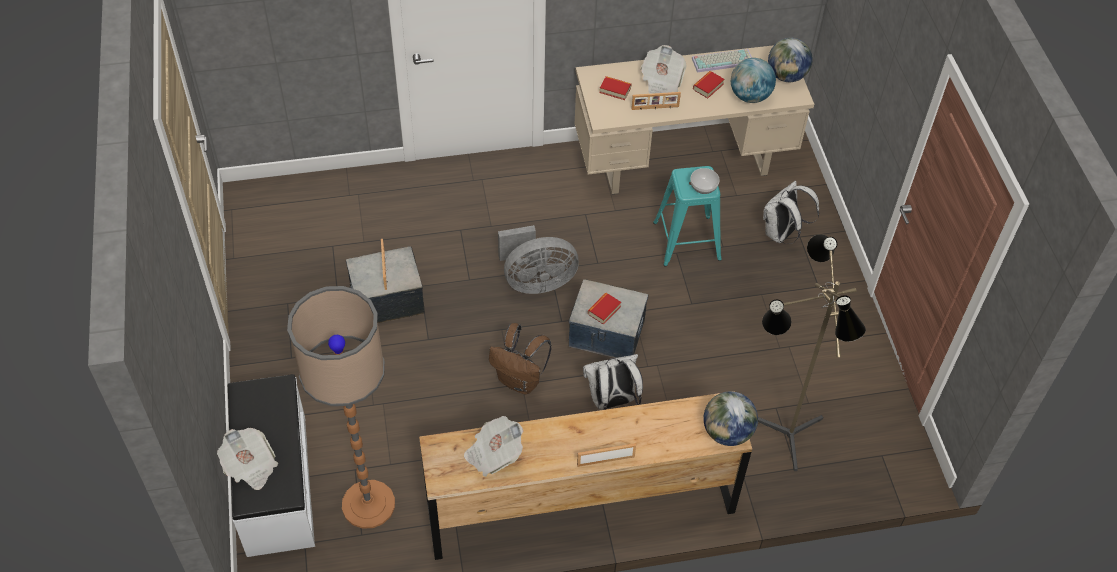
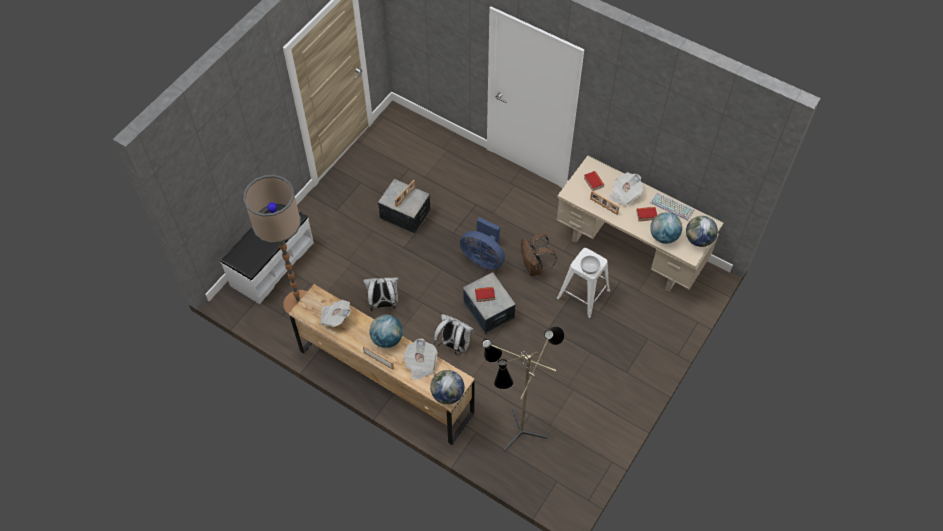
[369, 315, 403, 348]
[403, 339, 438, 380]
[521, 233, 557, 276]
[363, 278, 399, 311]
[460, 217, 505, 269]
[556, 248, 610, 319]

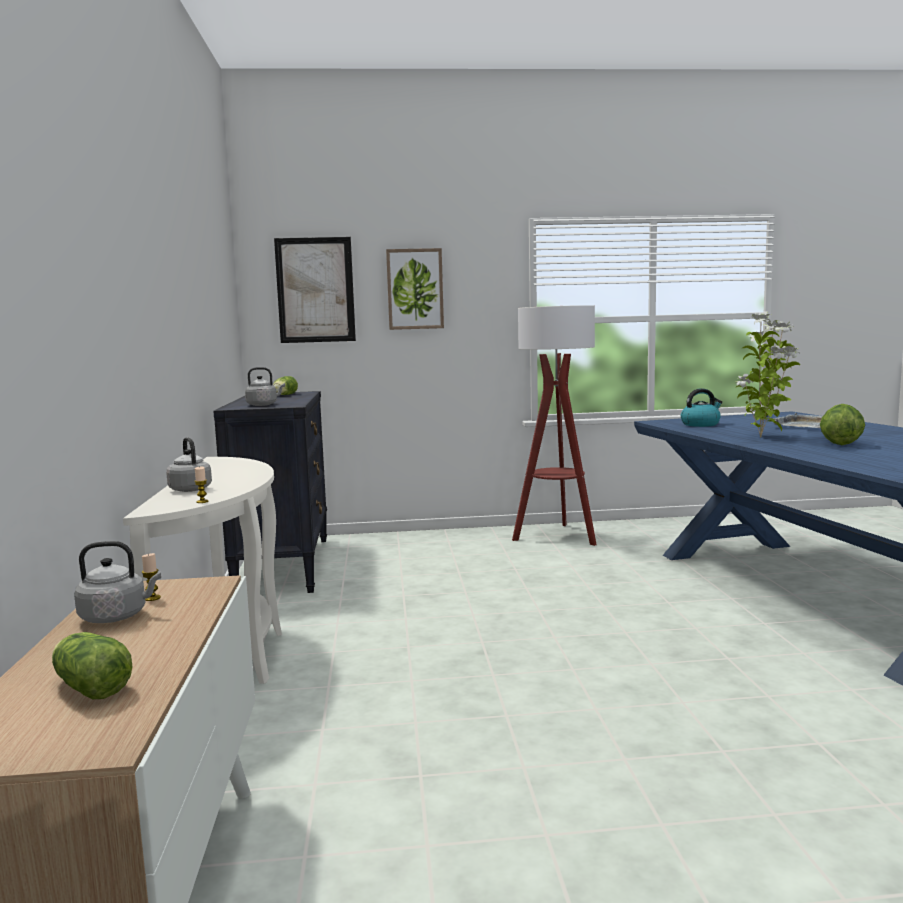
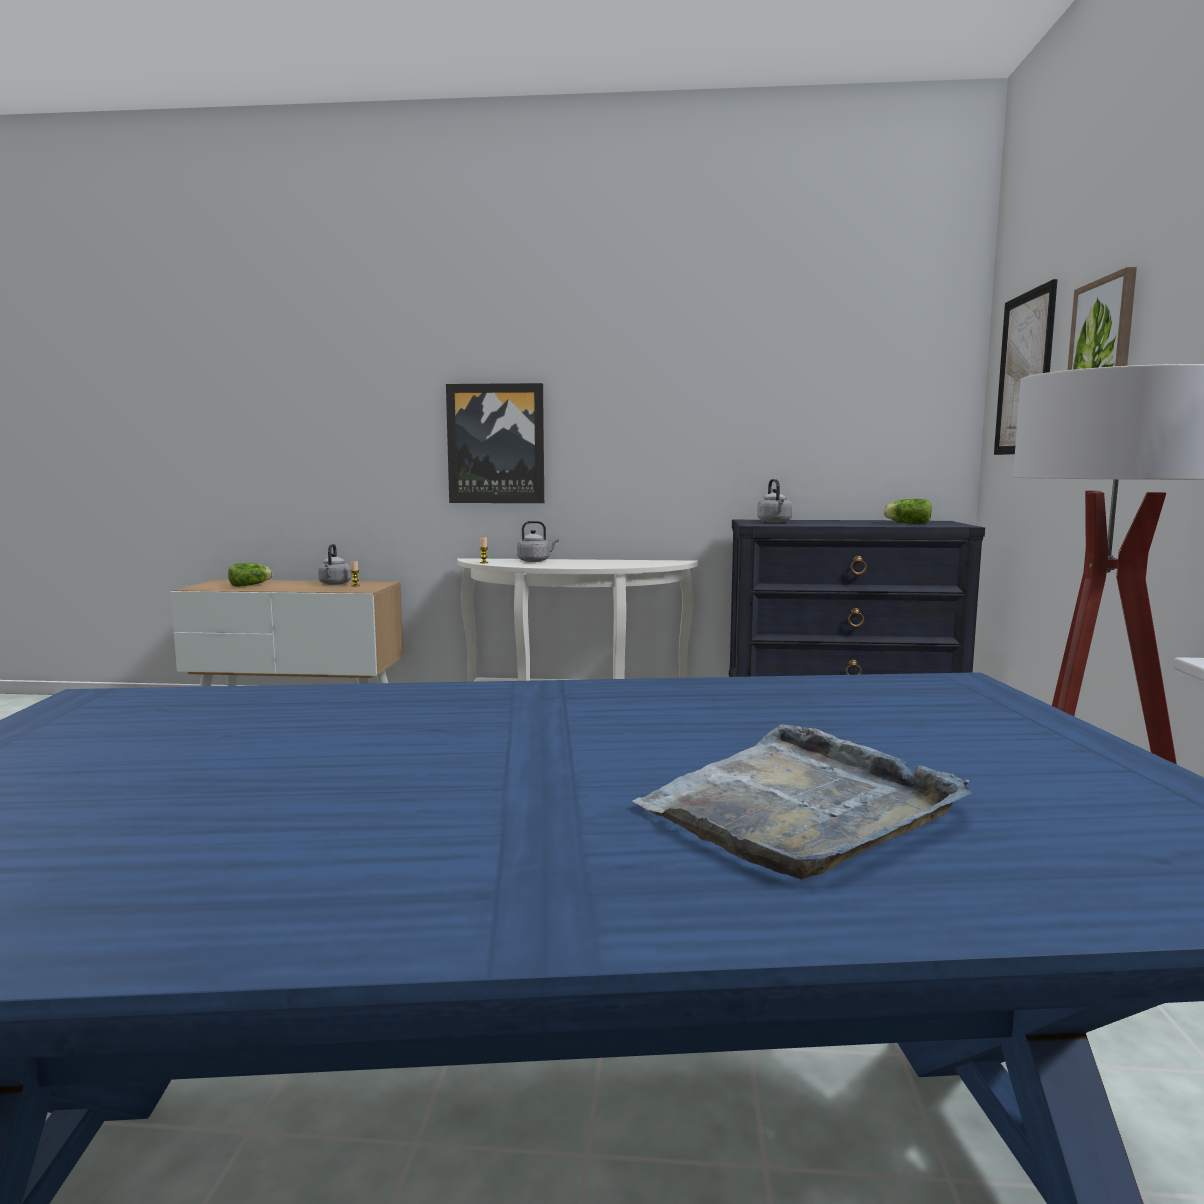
[681, 388, 722, 427] (first image)
[735, 311, 800, 437] (first image)
[820, 404, 865, 445] (first image)
[446, 383, 544, 503]

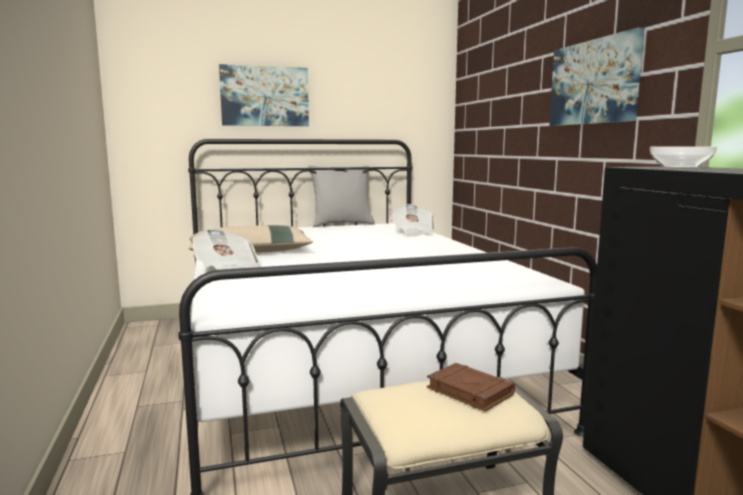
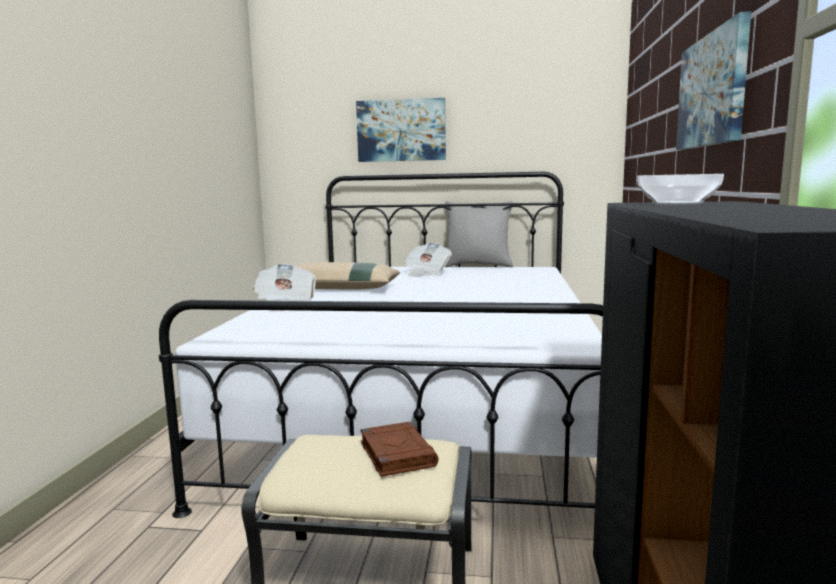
[405, 243, 452, 277]

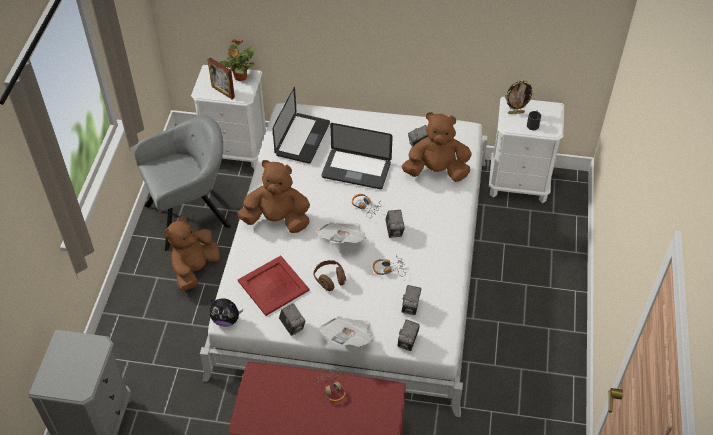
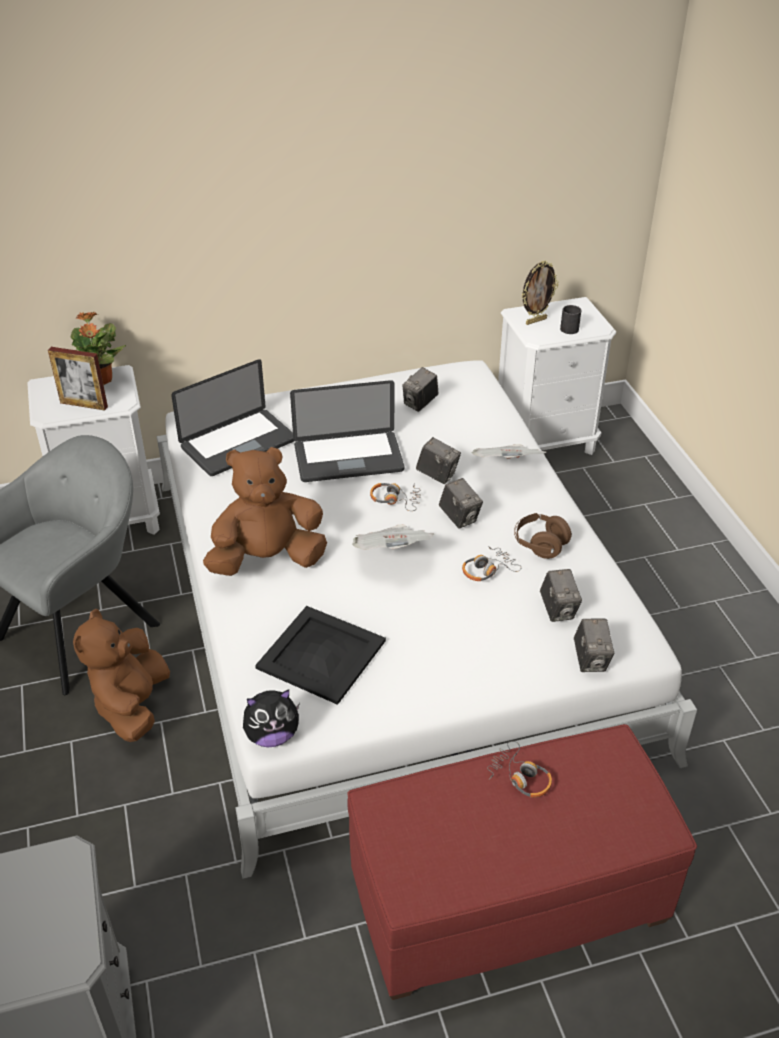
[402, 112, 472, 182] (first image)
[416, 437, 461, 484]
[514, 513, 572, 559]
[472, 444, 545, 459]
[255, 606, 386, 705]
[171, 359, 294, 476]

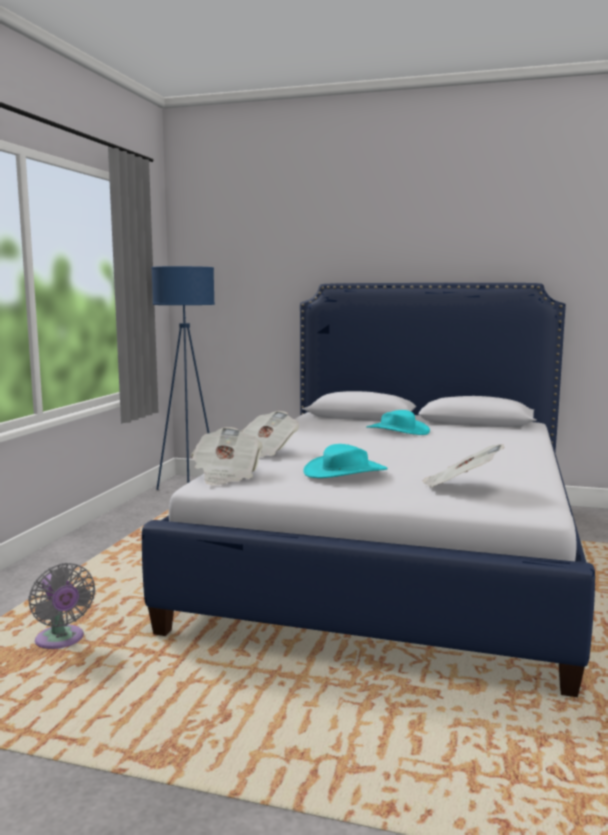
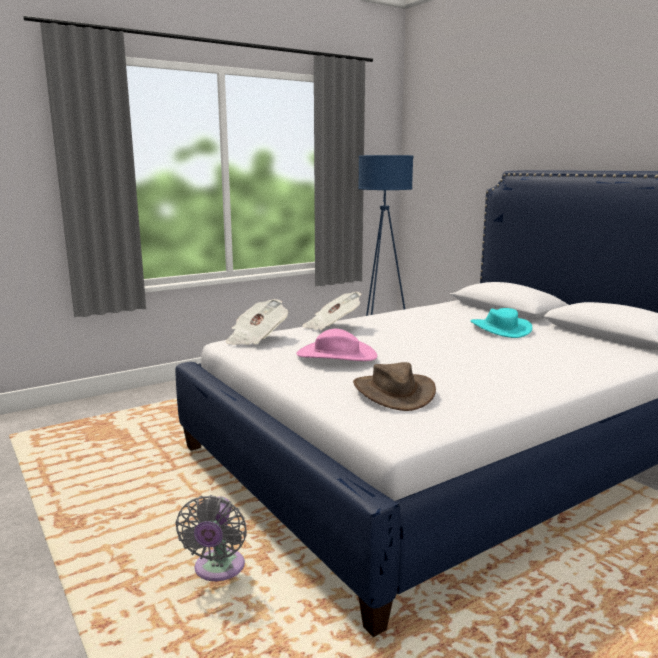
[175, 495, 247, 581]
[353, 362, 436, 411]
[296, 329, 377, 361]

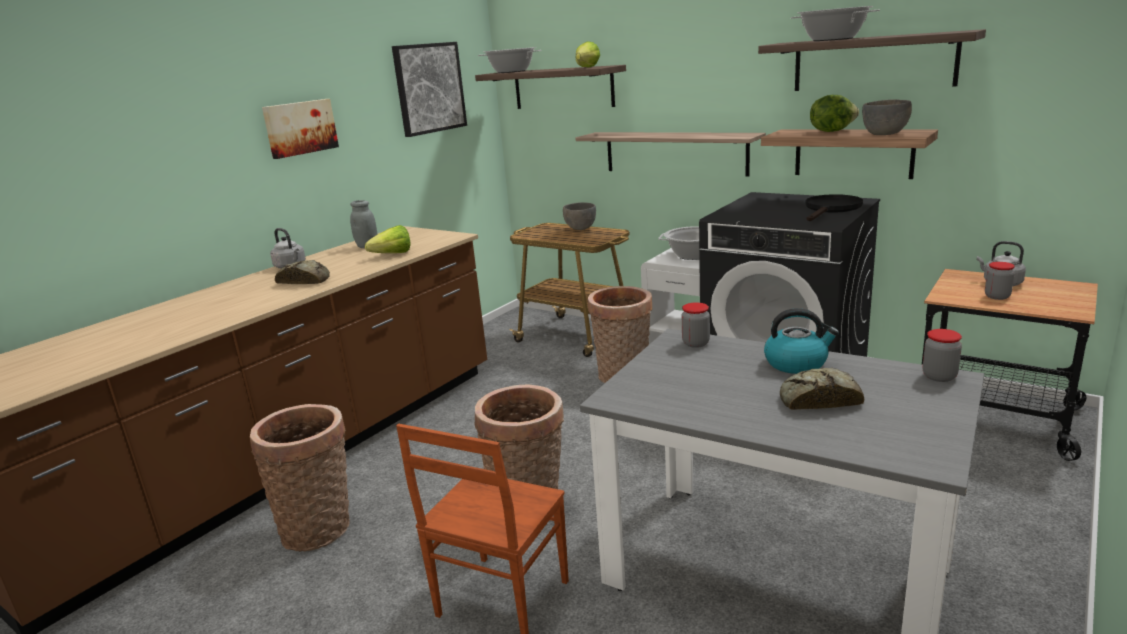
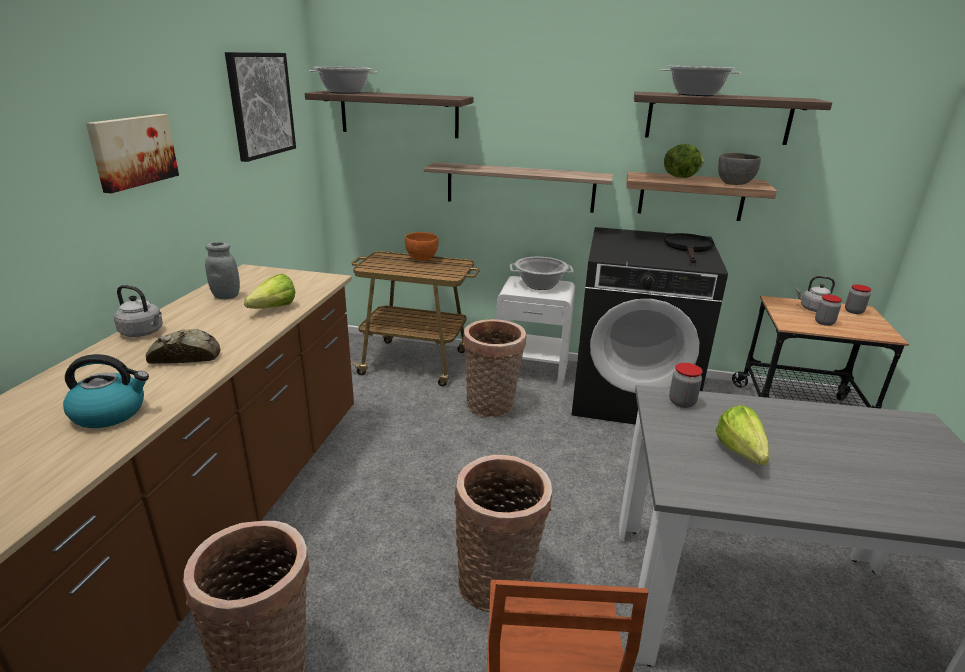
[780, 367, 864, 410] (first image)
[715, 405, 769, 465]
[63, 354, 149, 428]
[845, 285, 872, 314]
[405, 232, 439, 261]

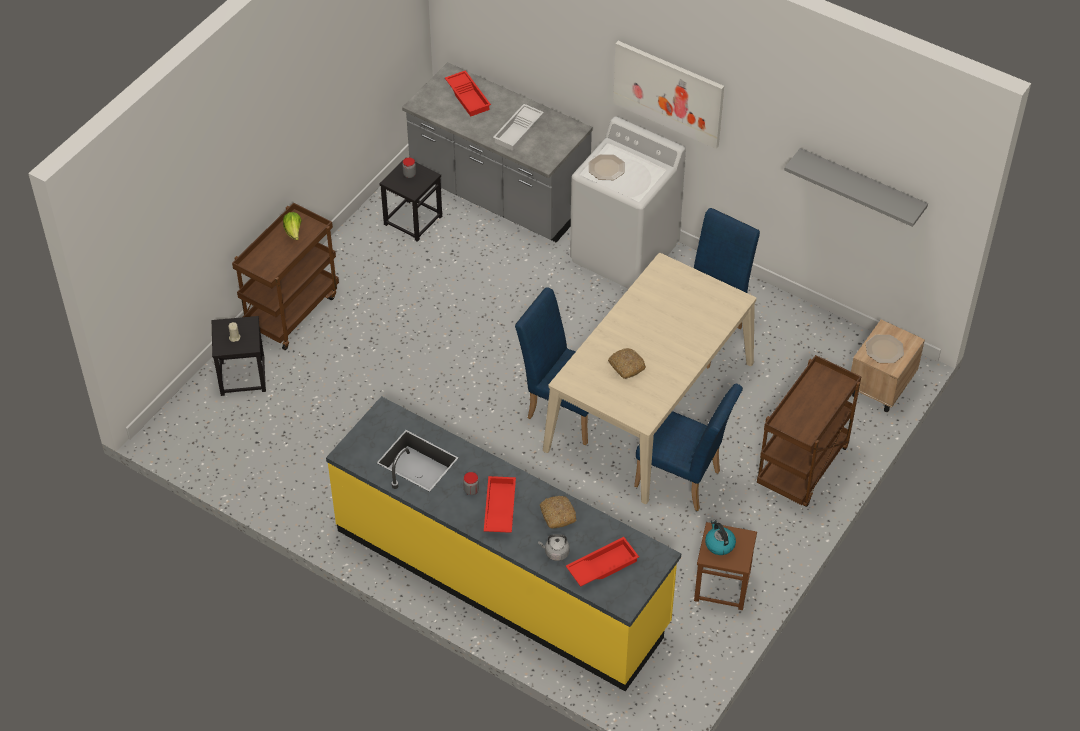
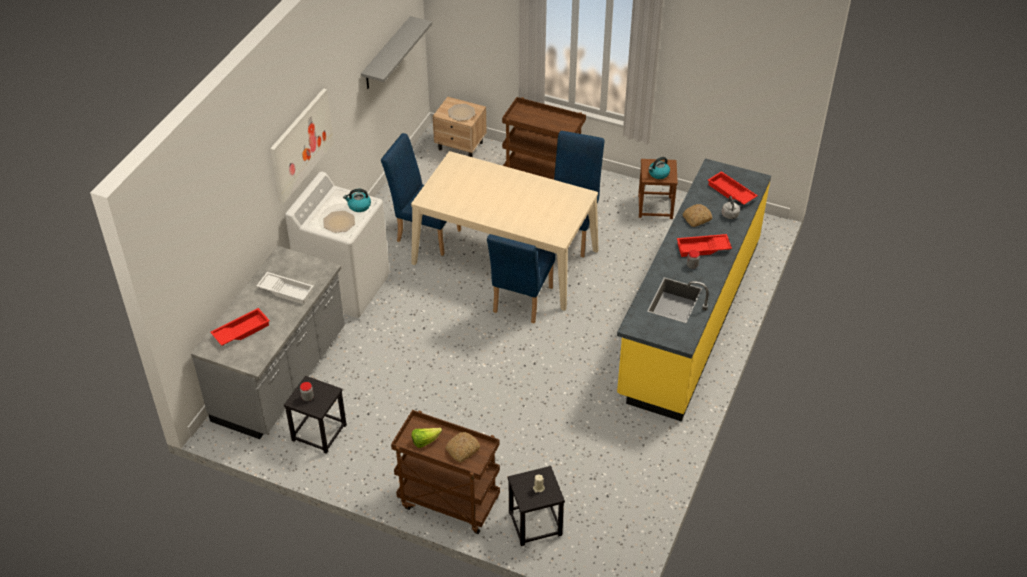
[343, 189, 371, 212]
[445, 432, 480, 463]

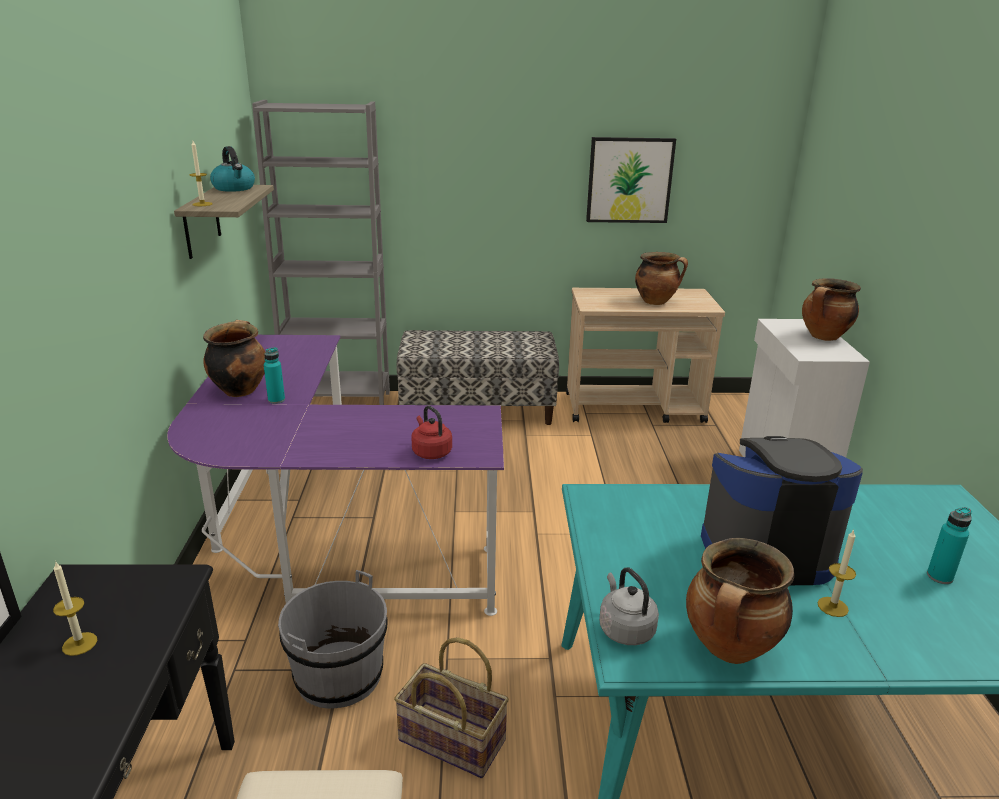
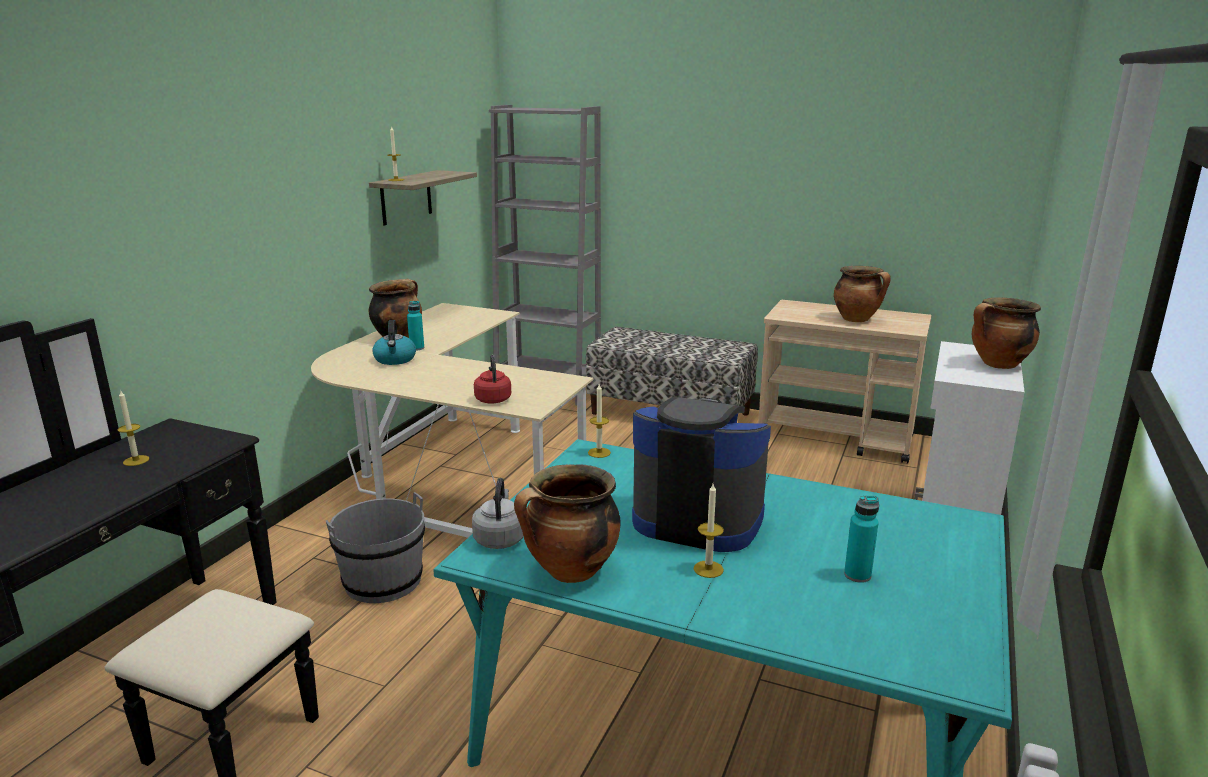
[394, 637, 509, 778] (first image)
[586, 137, 676, 223] (first image)
[588, 384, 611, 458]
[372, 320, 416, 365]
[311, 303, 593, 538]

